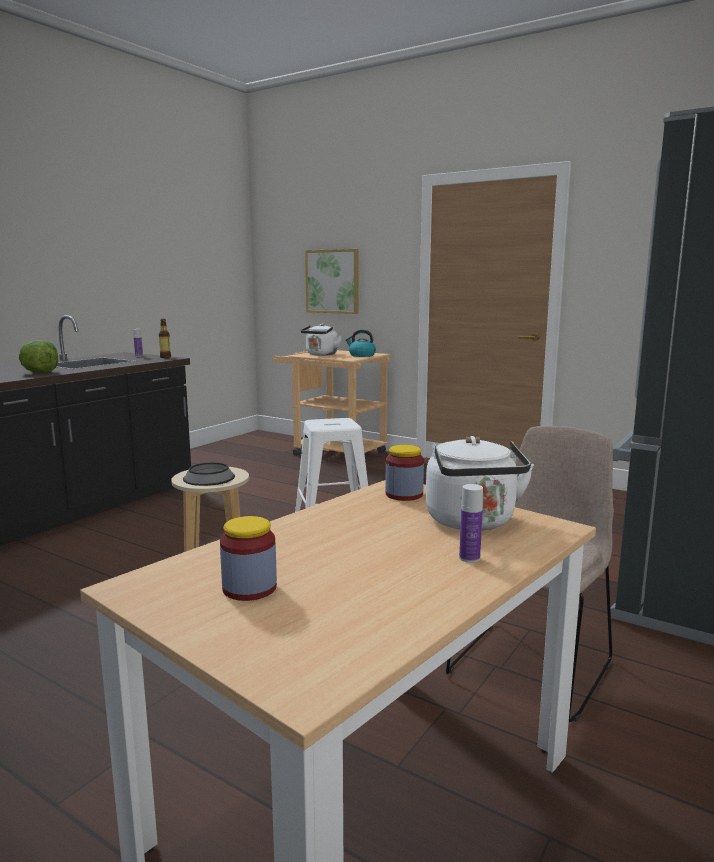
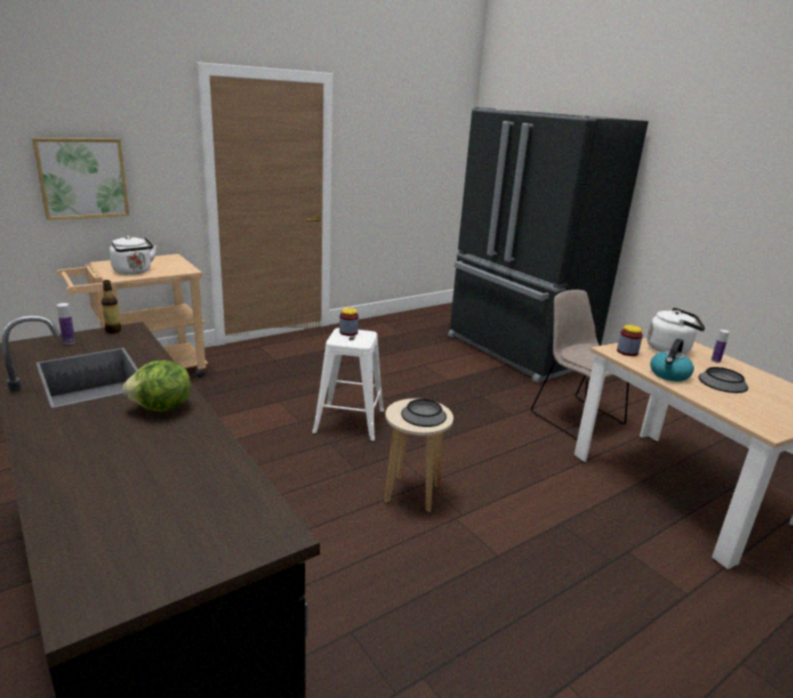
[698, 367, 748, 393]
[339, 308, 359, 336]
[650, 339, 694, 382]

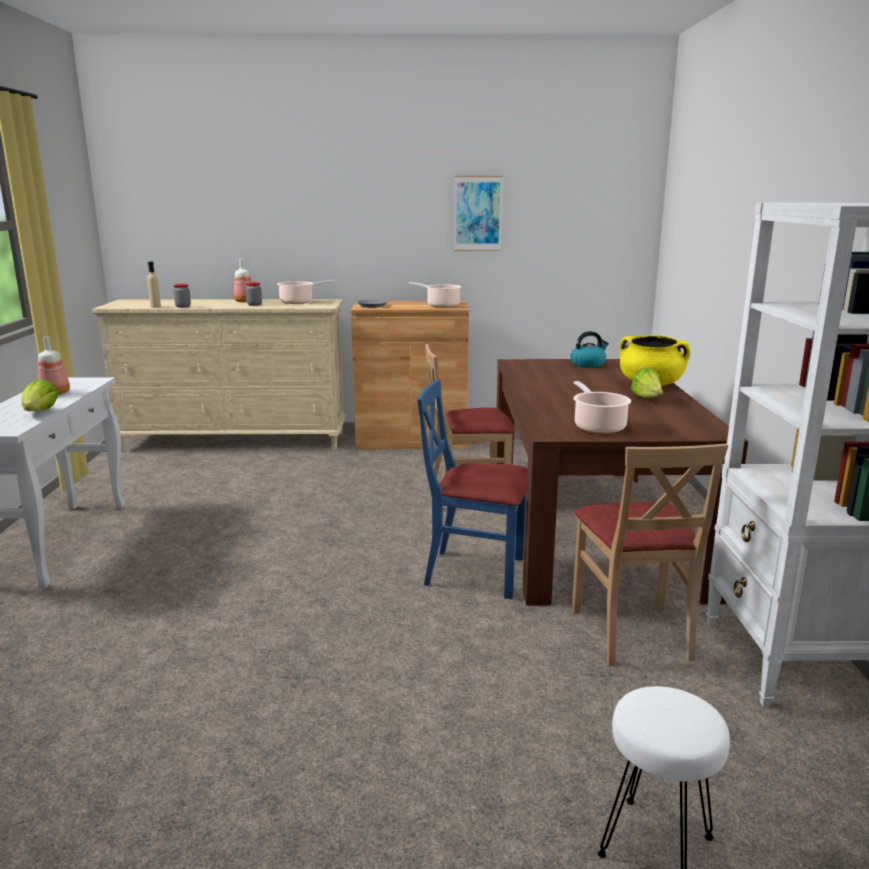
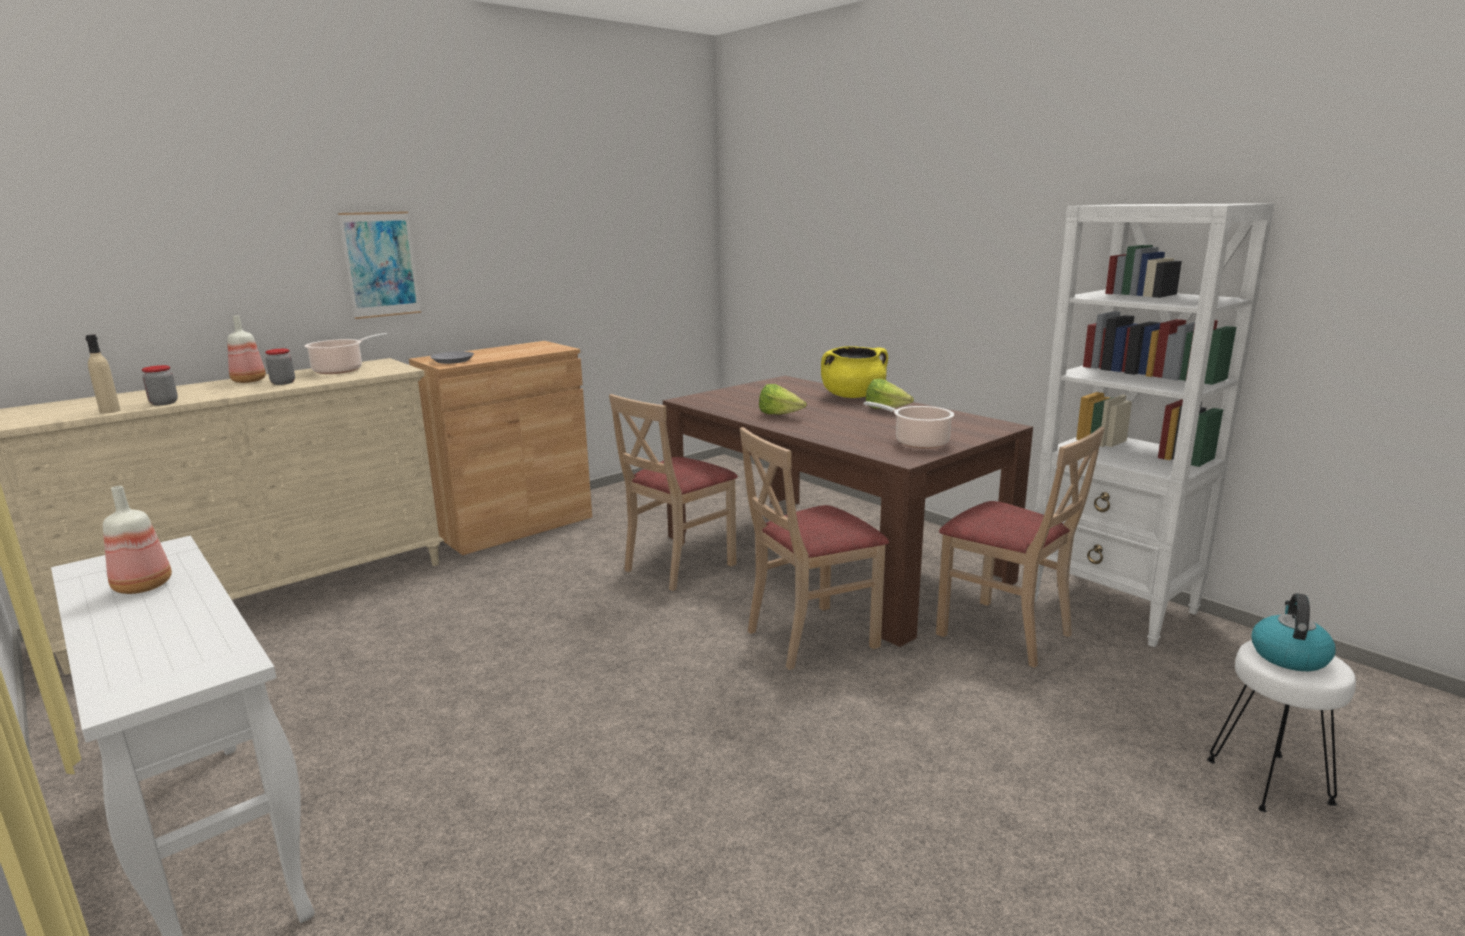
[409, 282, 461, 307] (first image)
[759, 384, 807, 415]
[338, 211, 421, 319]
[1251, 593, 1335, 671]
[740, 427, 889, 670]

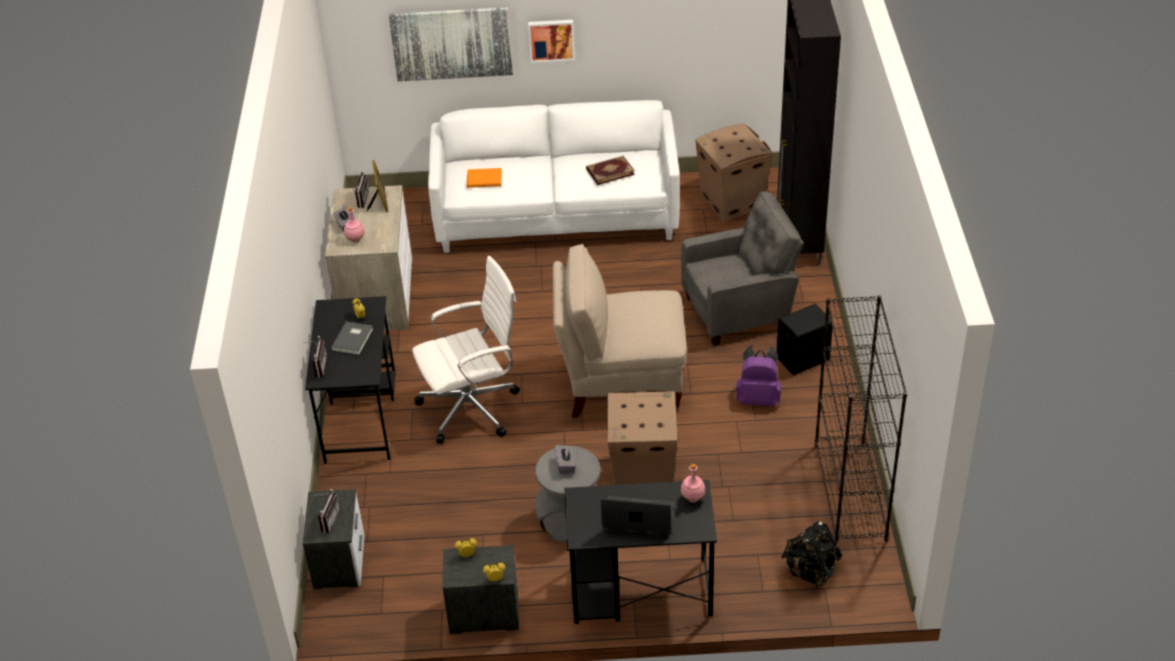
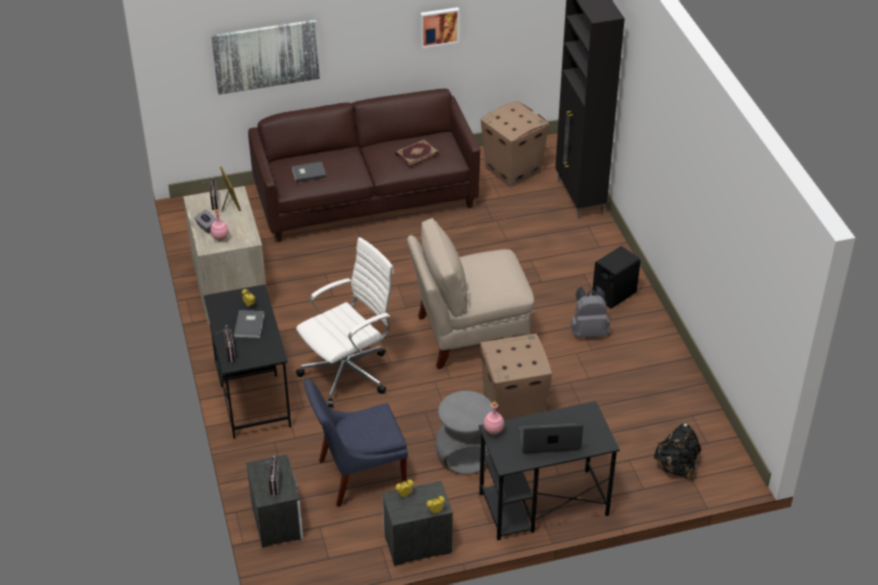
[555, 445, 576, 474] (first image)
[681, 191, 804, 346] (first image)
[815, 295, 907, 544] (first image)
[304, 379, 408, 507]
[420, 7, 459, 48]
[483, 402, 504, 435]
[248, 89, 480, 242]
[292, 162, 326, 182]
[571, 286, 610, 338]

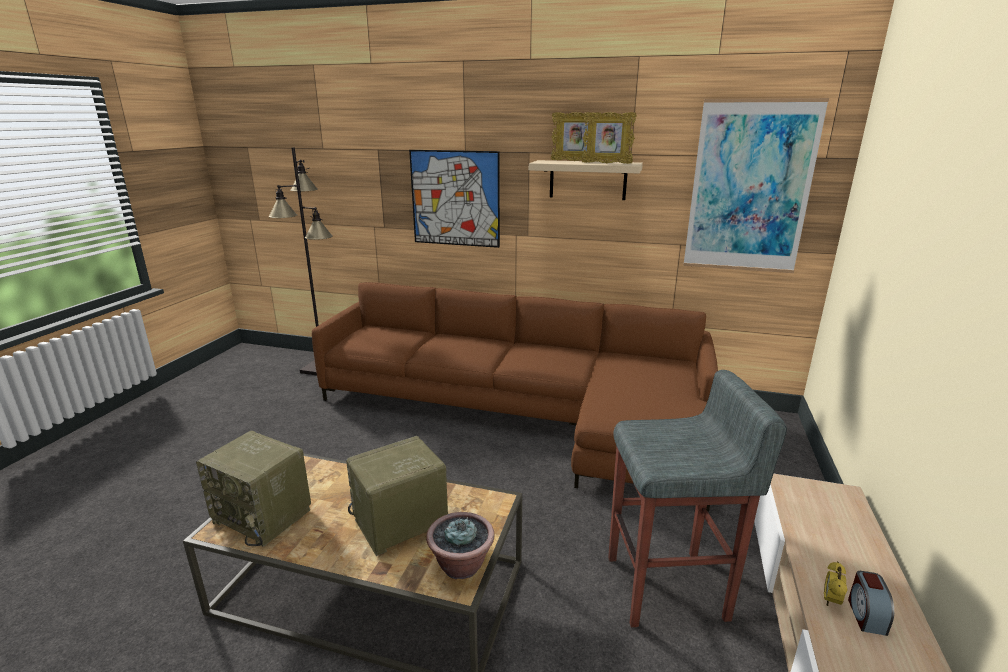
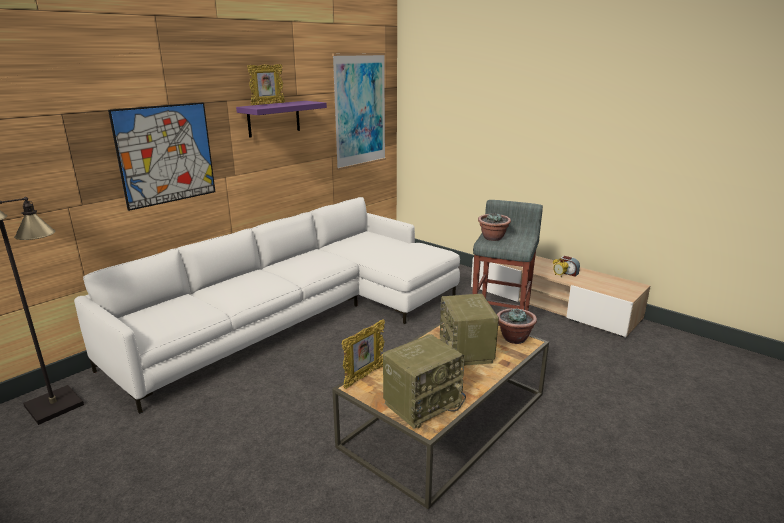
[478, 213, 511, 241]
[342, 319, 385, 389]
[74, 197, 460, 414]
[236, 101, 327, 138]

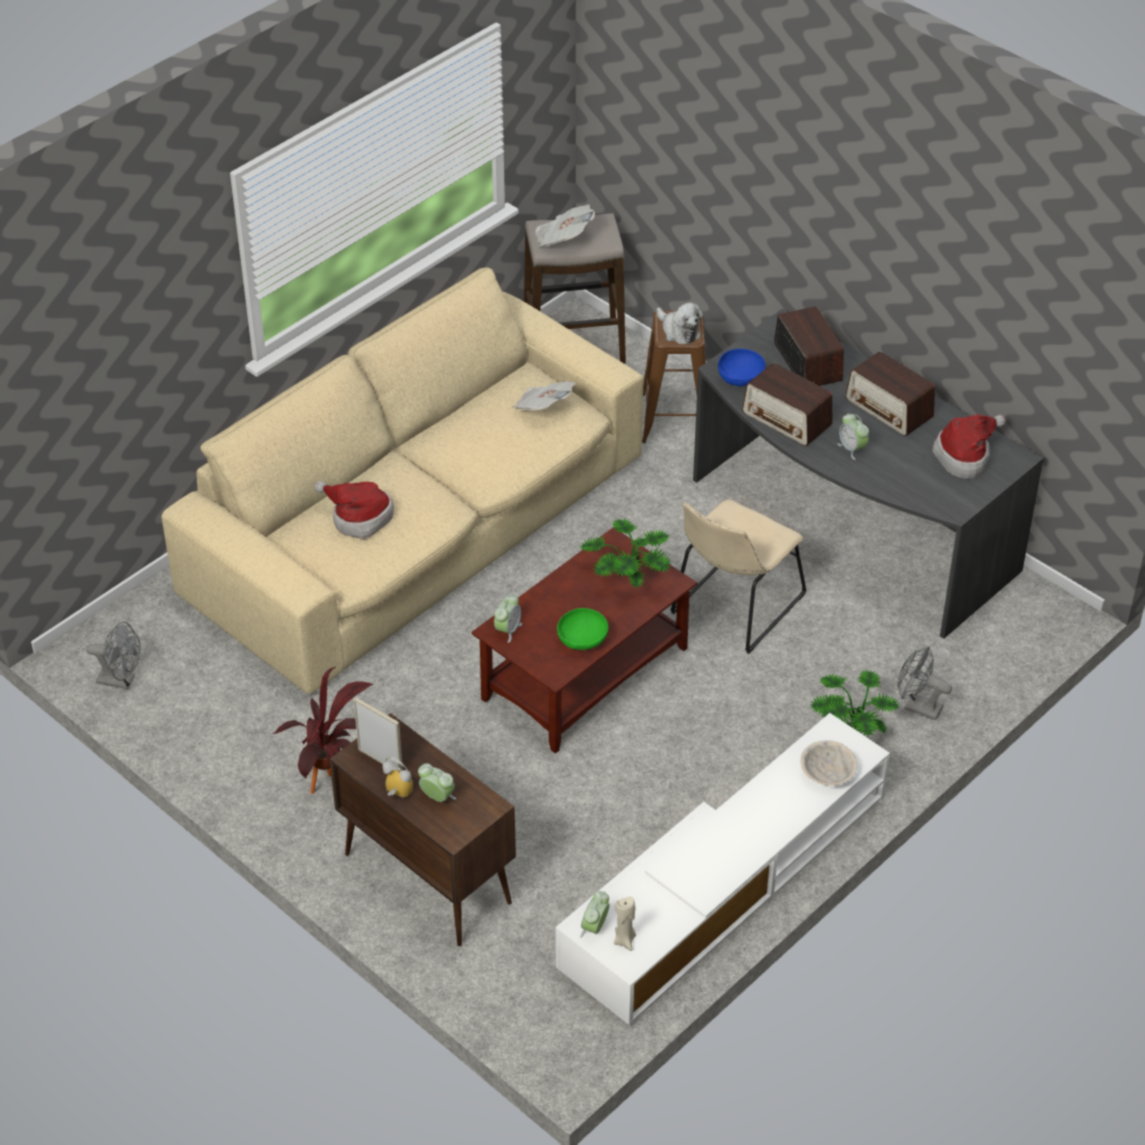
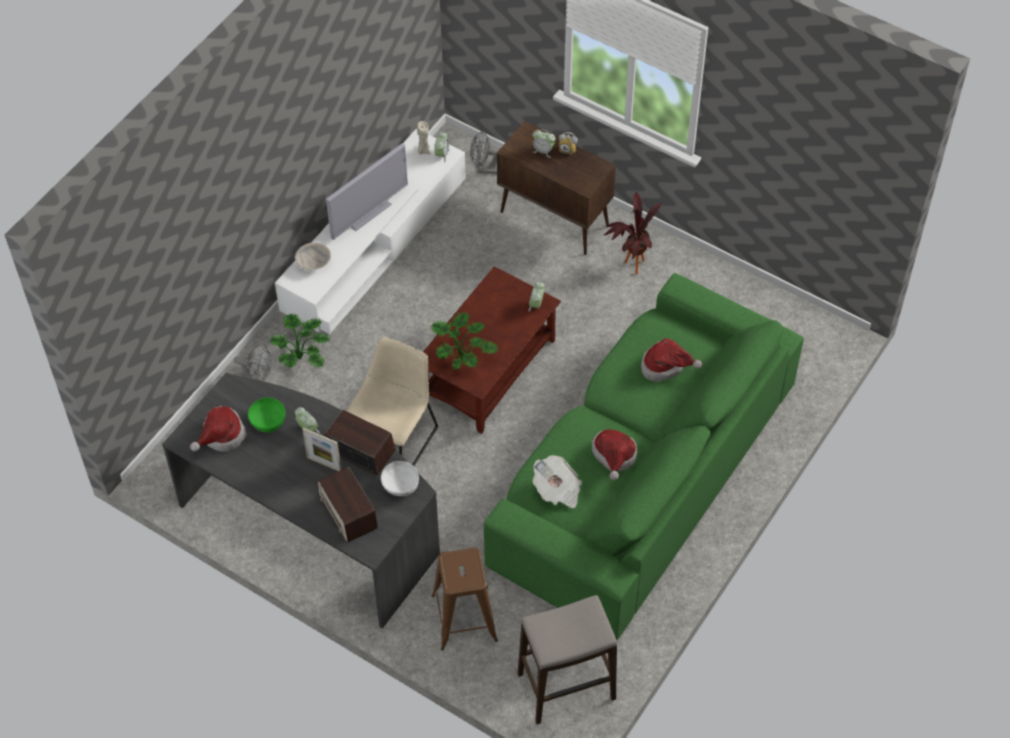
[535, 205, 595, 247] (first image)
[656, 302, 703, 344] (first image)
[845, 351, 935, 436] (first image)
[326, 143, 408, 240]
[592, 429, 637, 480]
[470, 130, 500, 174]
[302, 428, 341, 471]
[248, 397, 286, 433]
[484, 273, 804, 640]
[381, 461, 419, 496]

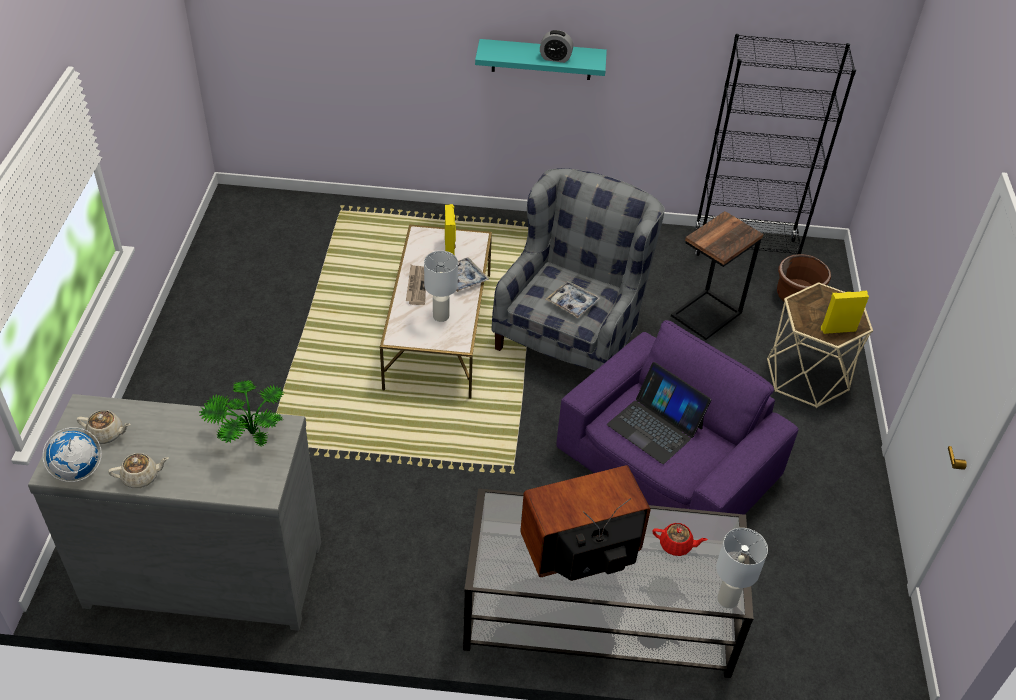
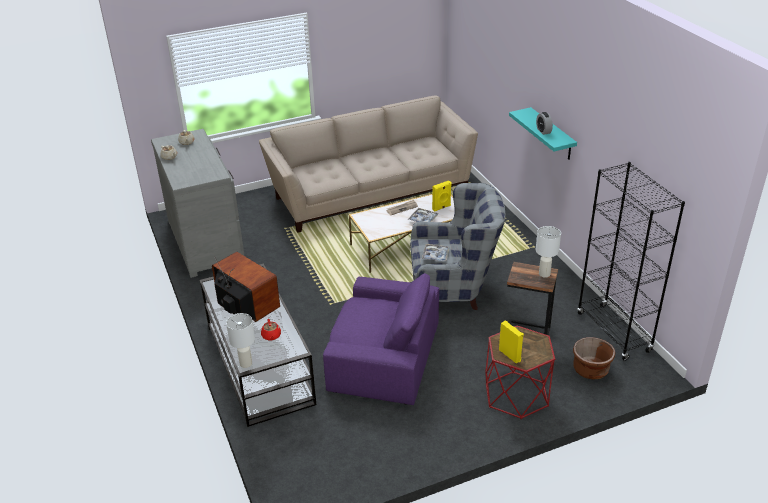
[42, 427, 102, 482] (first image)
[199, 380, 284, 446] (first image)
[607, 362, 712, 464] (first image)
[259, 96, 478, 233]
[536, 226, 561, 278]
[485, 326, 555, 419]

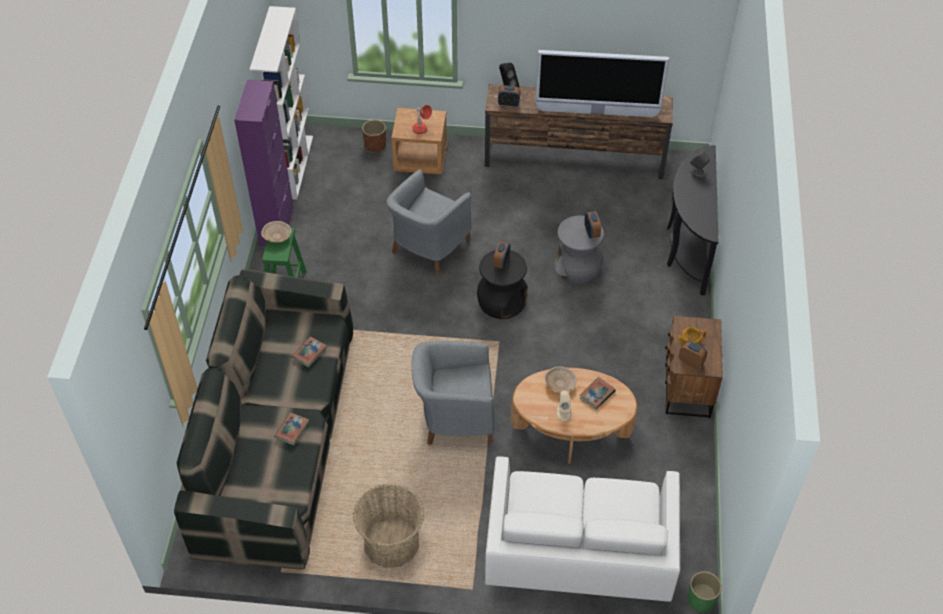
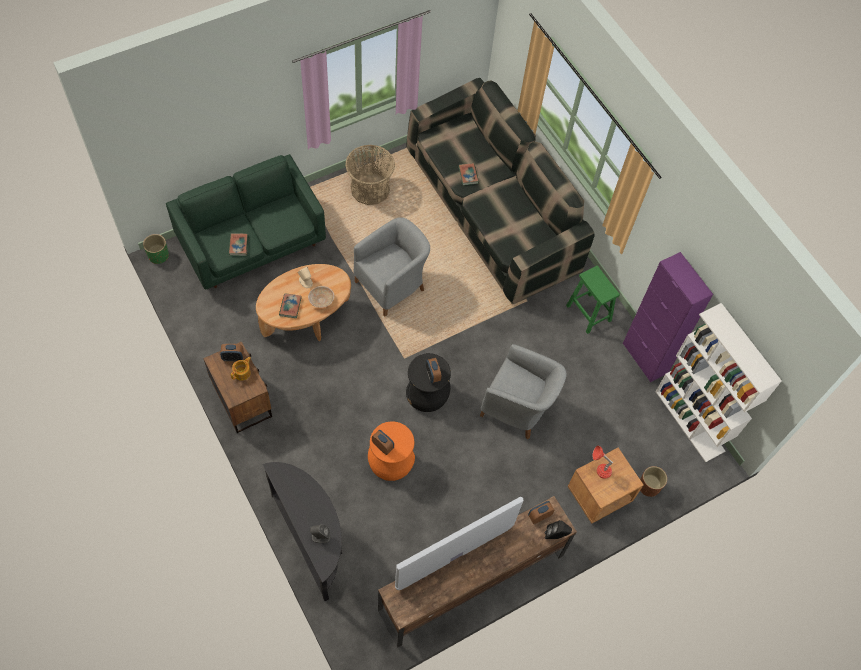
[261, 221, 291, 242] (first image)
[229, 233, 249, 256]
[166, 154, 326, 289]
[368, 421, 415, 481]
[480, 344, 566, 439]

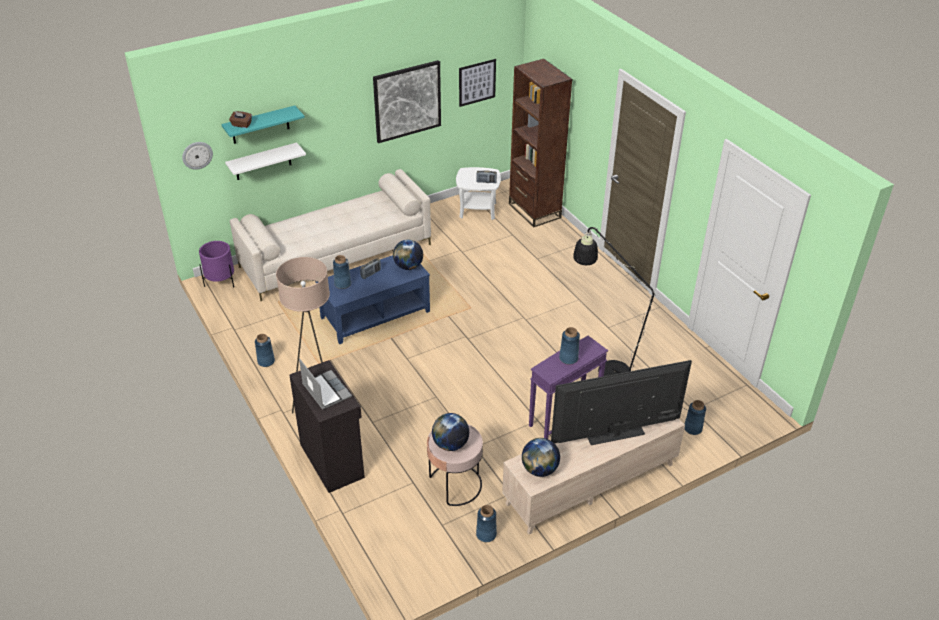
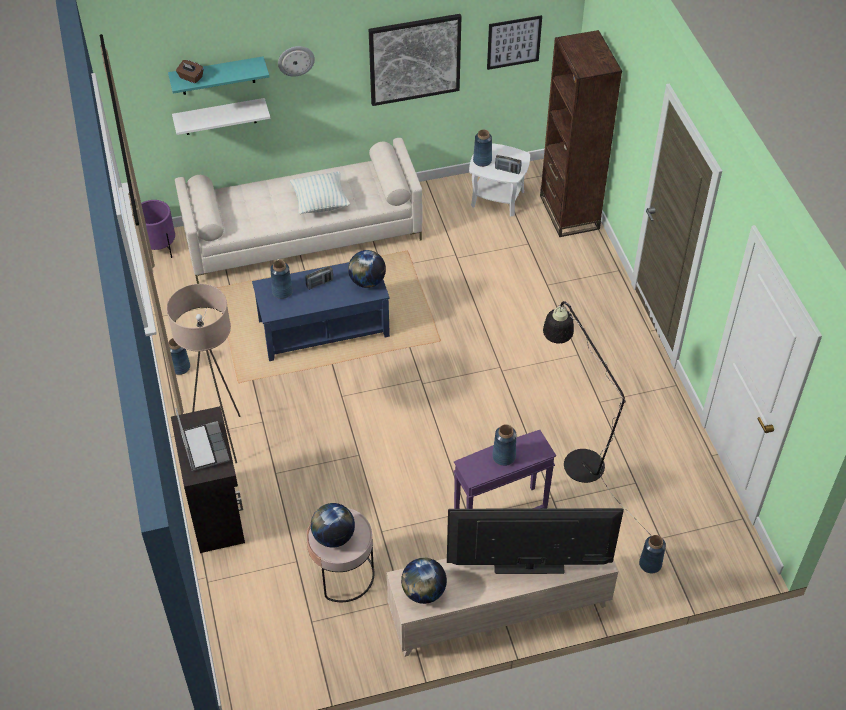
[290, 171, 350, 214]
[278, 46, 315, 77]
[473, 130, 492, 167]

